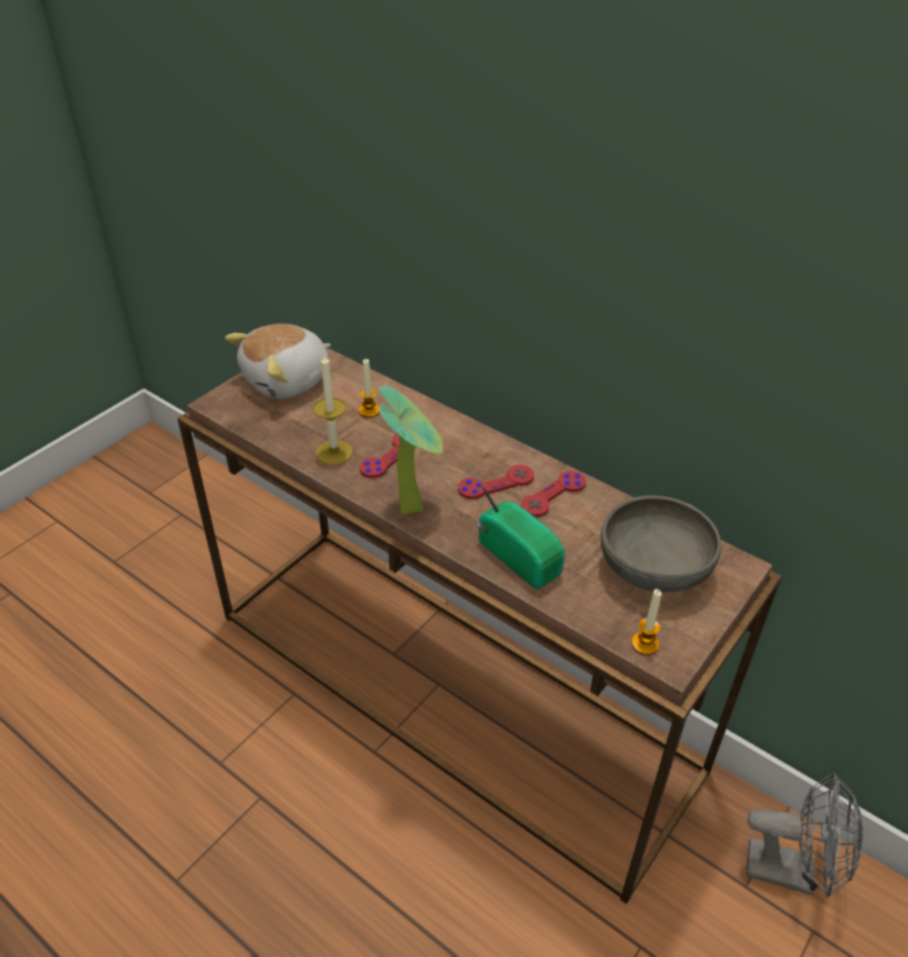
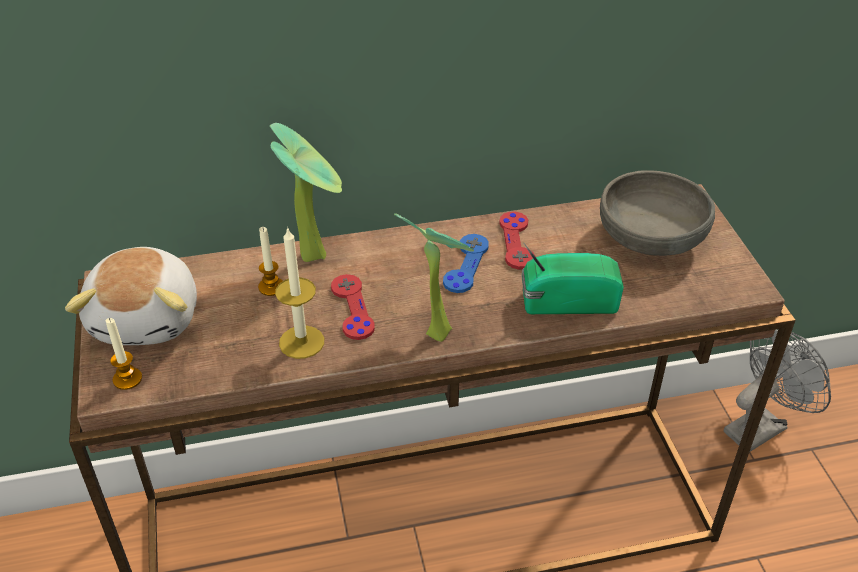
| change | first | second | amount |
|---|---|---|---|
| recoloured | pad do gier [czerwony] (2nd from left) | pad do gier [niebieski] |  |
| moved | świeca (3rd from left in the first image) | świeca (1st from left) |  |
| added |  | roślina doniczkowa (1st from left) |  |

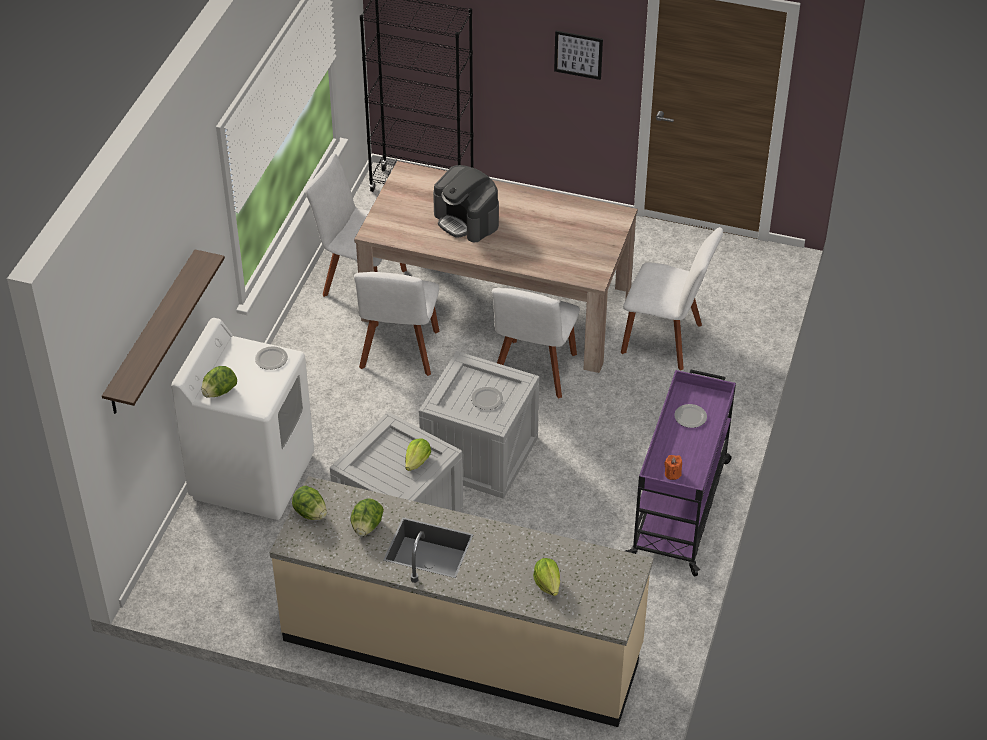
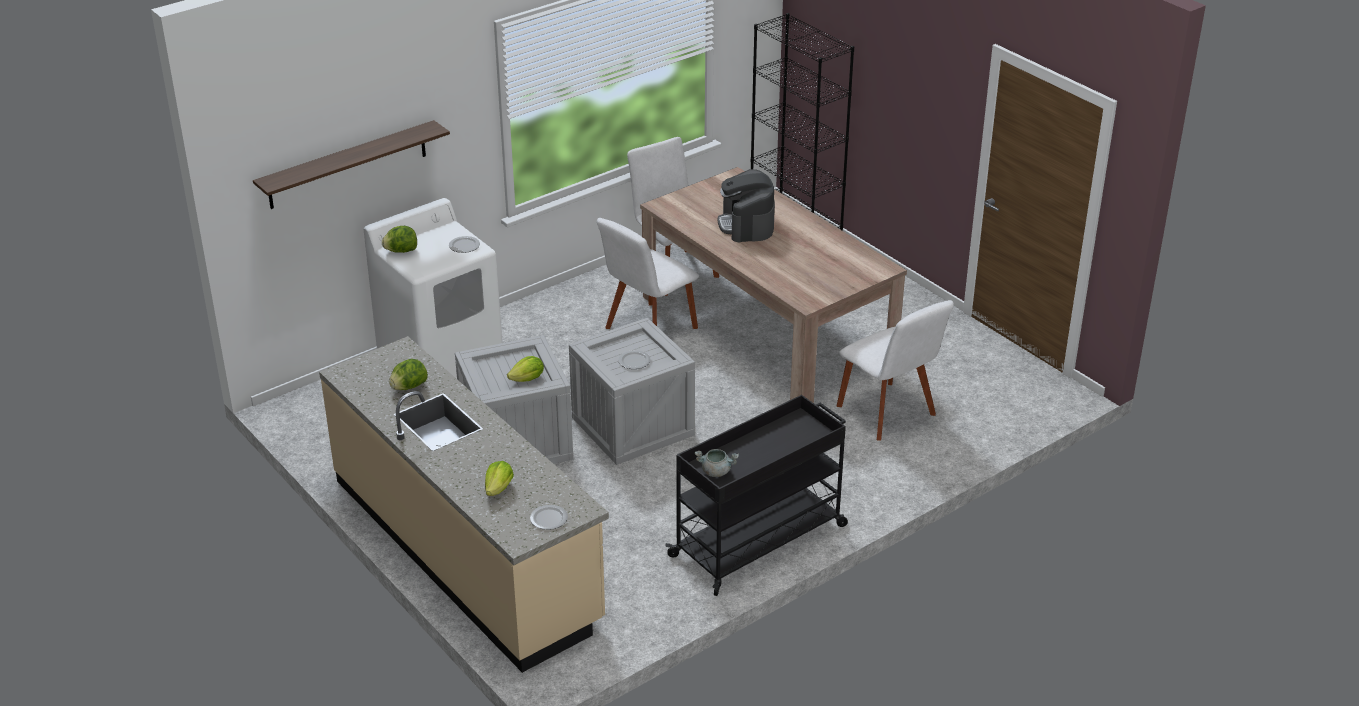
| change | first | second | amount |
|---|---|---|---|
| removed | obraz |  |  |
| removed | krzesło [biały] (3rd from left) |  |  |
| recoloured | wózek [fioletowy] | wózek [czarny] |  |
| moved | talerz (3rd from left in the first image) | talerz (2nd from left) |  |
| replaced | świeca [pomarańczowy] | garnek [szary] |  |
| removed | sałata (2nd from left) |  |  |

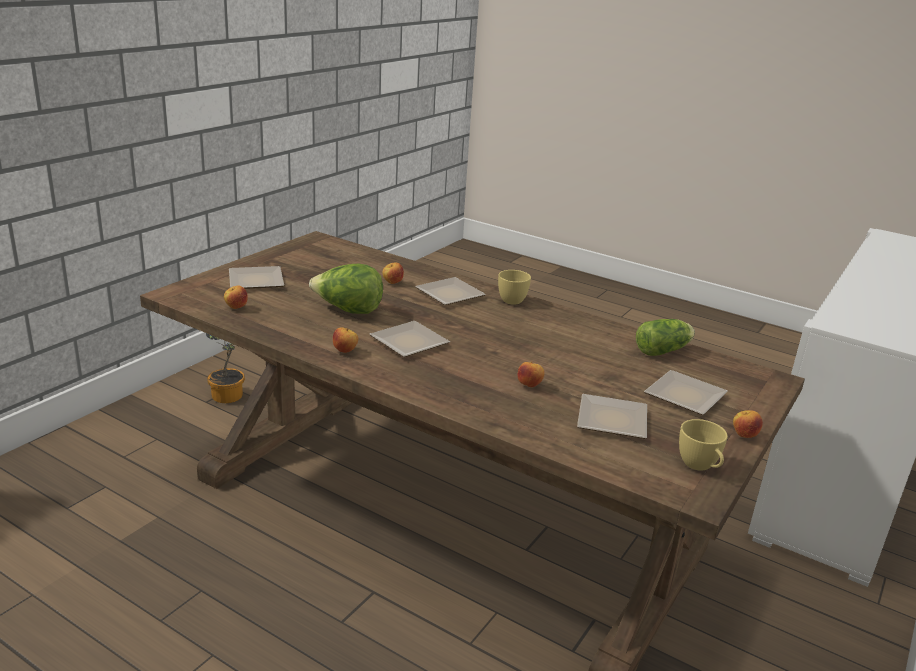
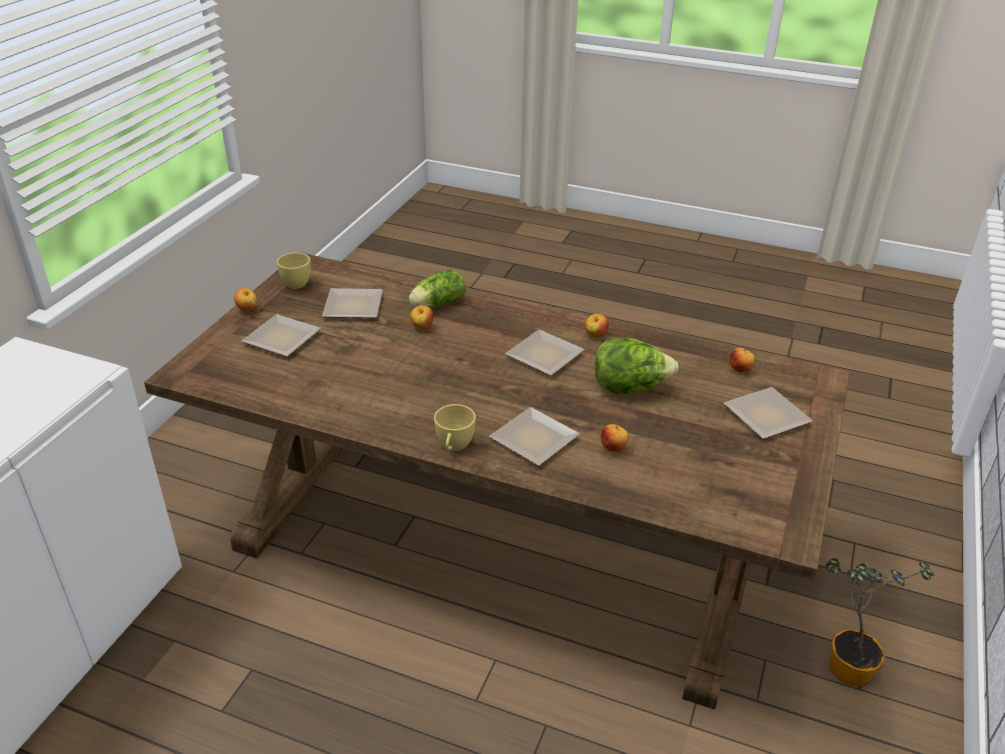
| change | first | second | amount |
|---|---|---|---|
| moved | sałata (2nd from left in the first image) | sałata (1st from left) |  |

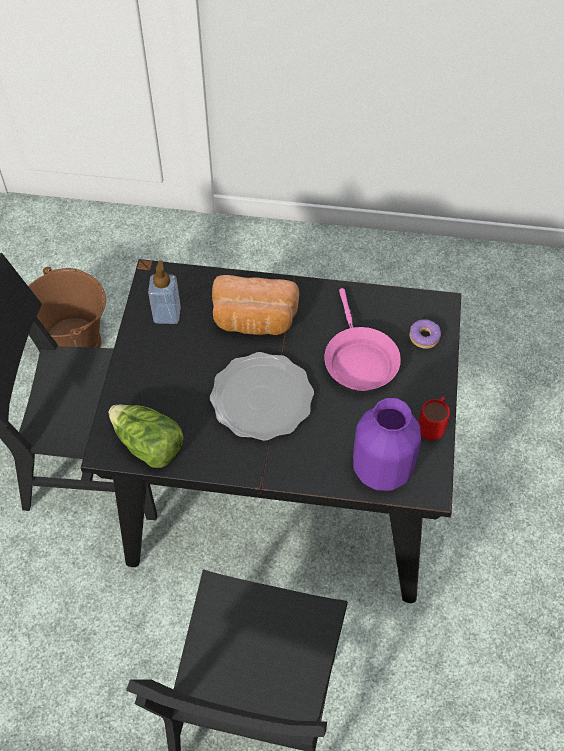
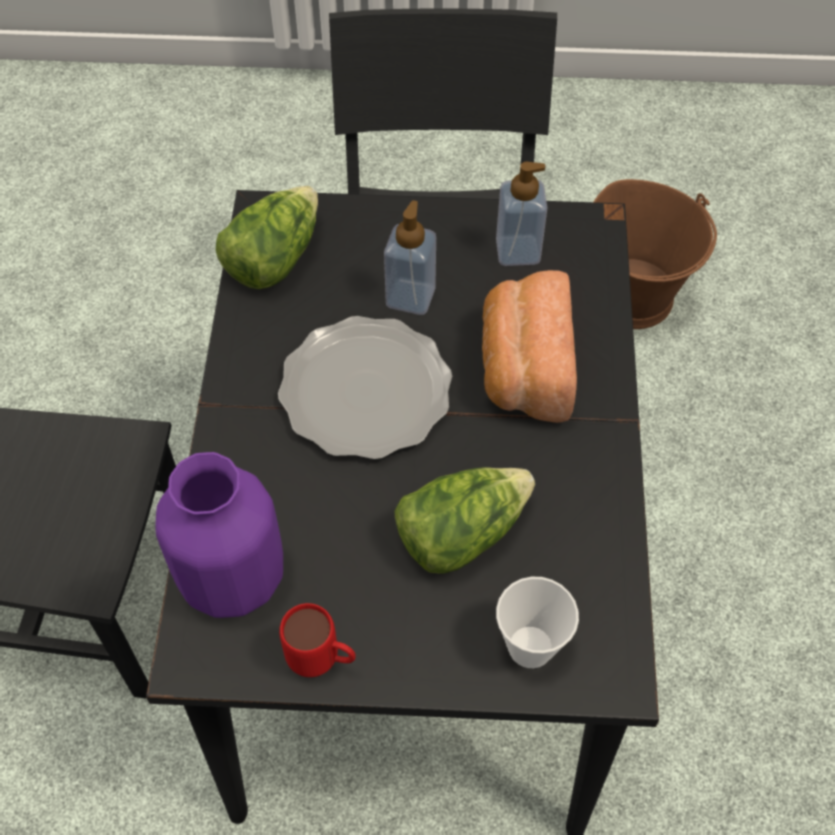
| change | first | second | amount |
|---|---|---|---|
| replaced | patelnia [różowy] | sałata (2nd from left) |  |
| replaced | donut | filiżanka |  |
| added |  | dozownik mydła (1st from left) |  |

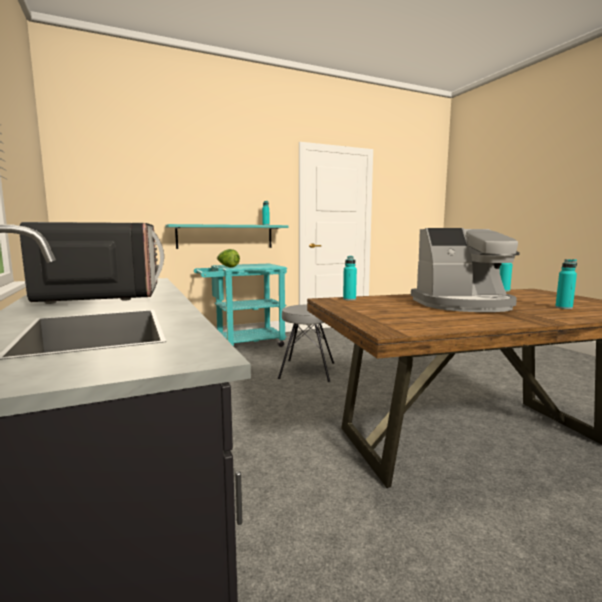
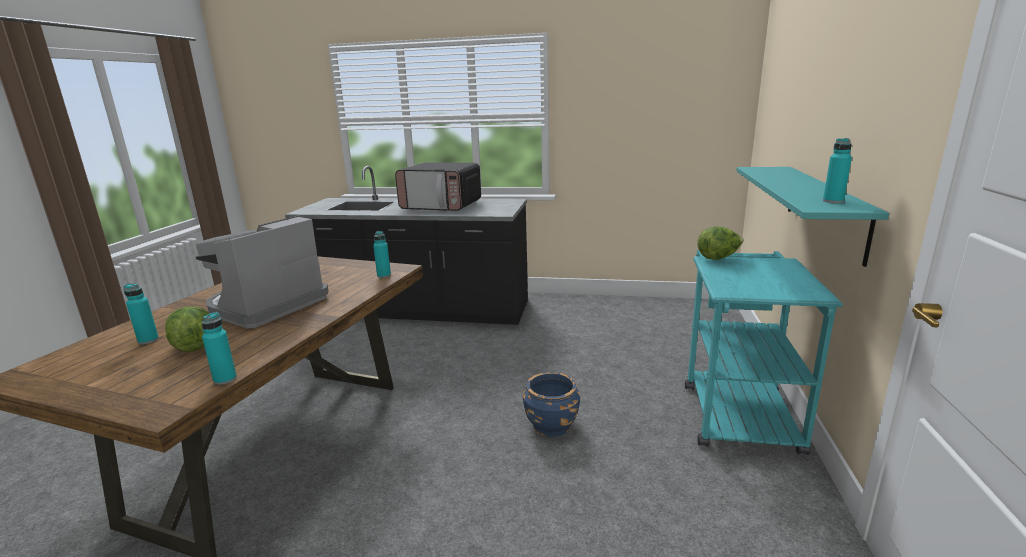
| change | first | second | amount |
|---|---|---|---|
| replaced | stołek [szary] | donica [niebieski] |  |
| added |  | sałata (1st from left) |  |

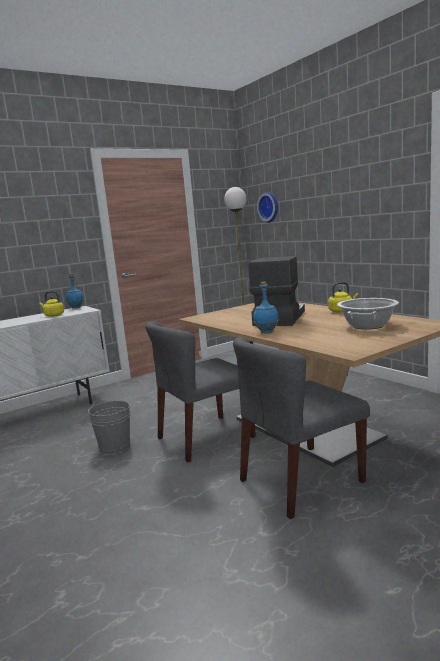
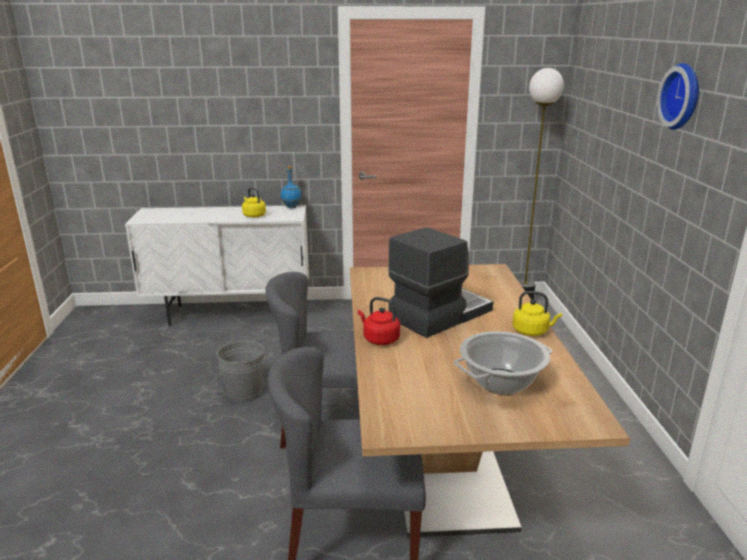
| change | first | second | amount |
|---|---|---|---|
| moved | zegar ścienny |  |  |
| replaced | butelka [niebieski] (2nd from left) | czajnik [czerwony] |  |

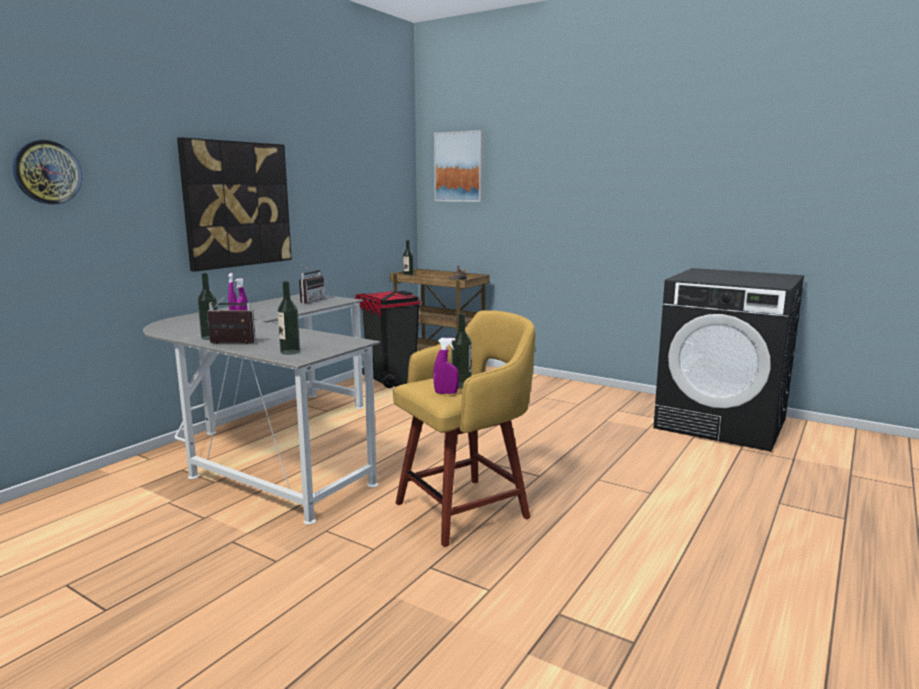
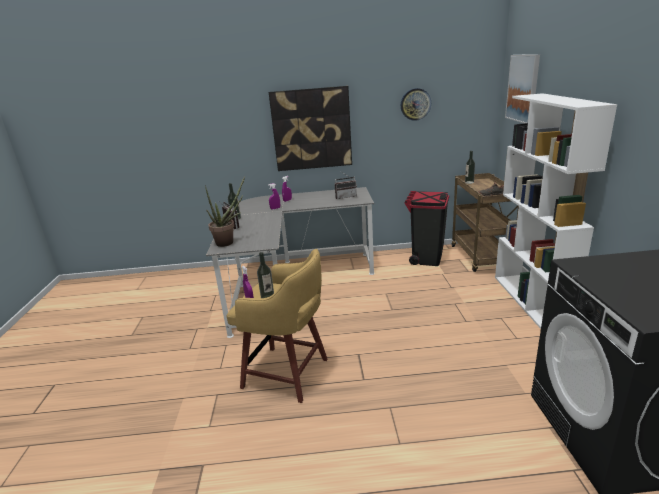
| change | first | second | amount |
|---|---|---|---|
| moved | zegar ścienny |  |  |
| replaced | butelka (2nd from left) | roślina doniczkowa |  |
| added |  | regał [biały] |  |

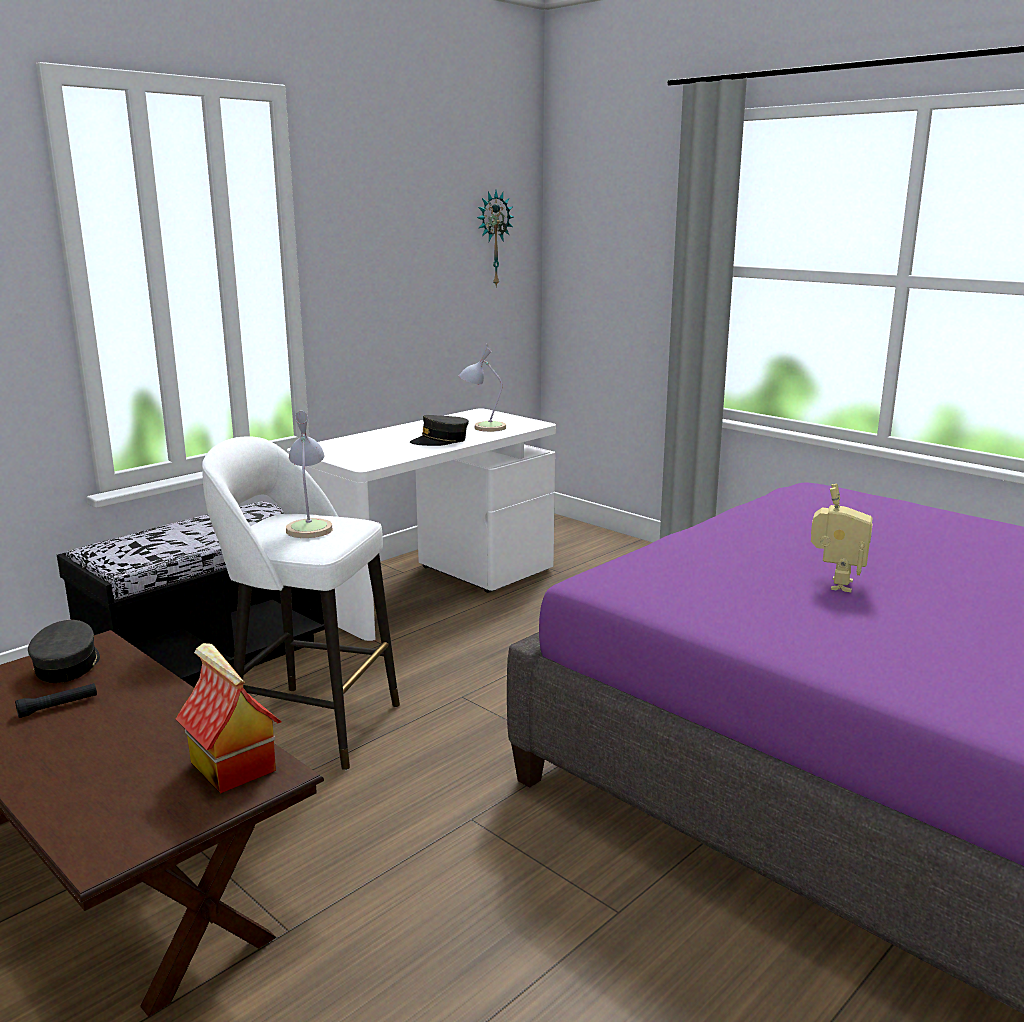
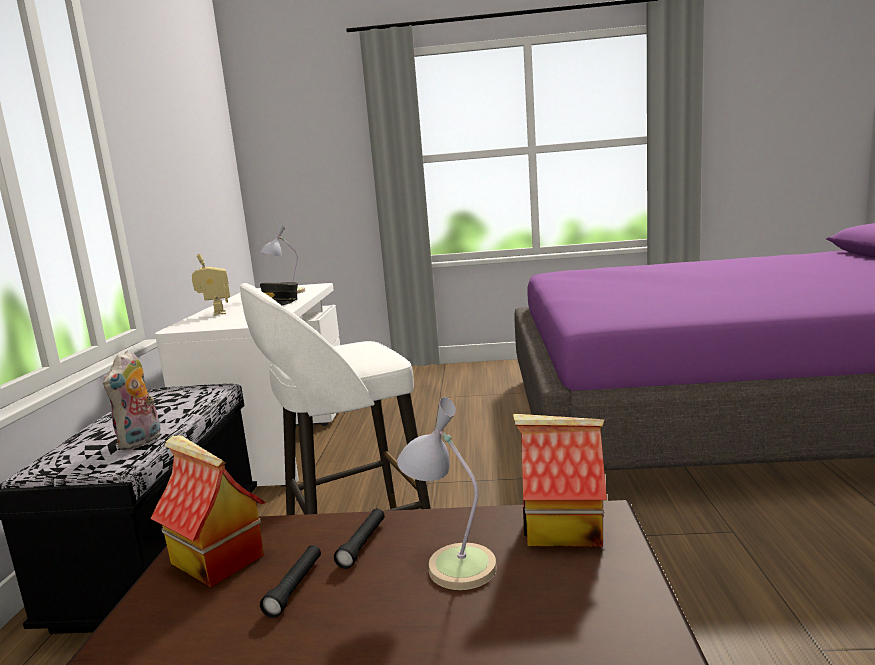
| change | first | second | amount |
|---|---|---|---|
| removed | zegar ścienny |  |  |
| moved | lampa stołowa (1st from left in the first image) | lampa stołowa (2nd from left) |  |
| moved | robot zabawkowy |  |  |
| replaced | czapka z daszkiem [szary] (1st from left) | domek (1st from left) |  |
| added |  | pluszak |  |
| added |  | latarka [czarny] (2nd from left) |  |

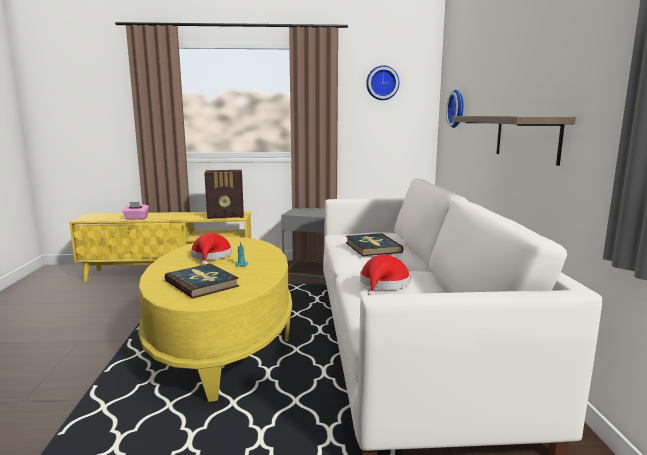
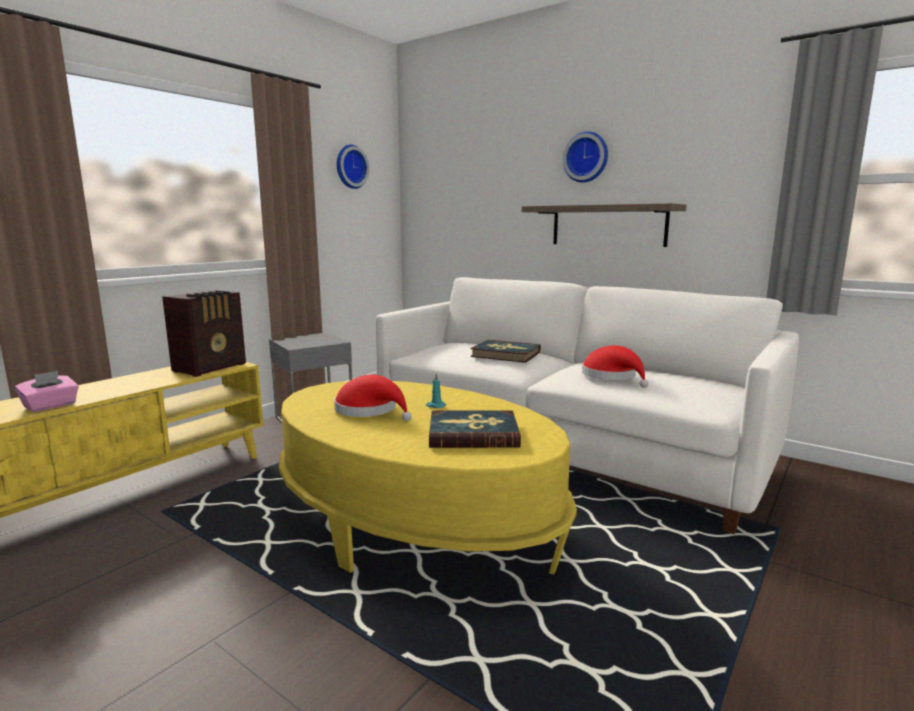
| change | first | second | amount |
|---|---|---|---|
| moved | zegar ścienny (2nd from left) |  |  |

